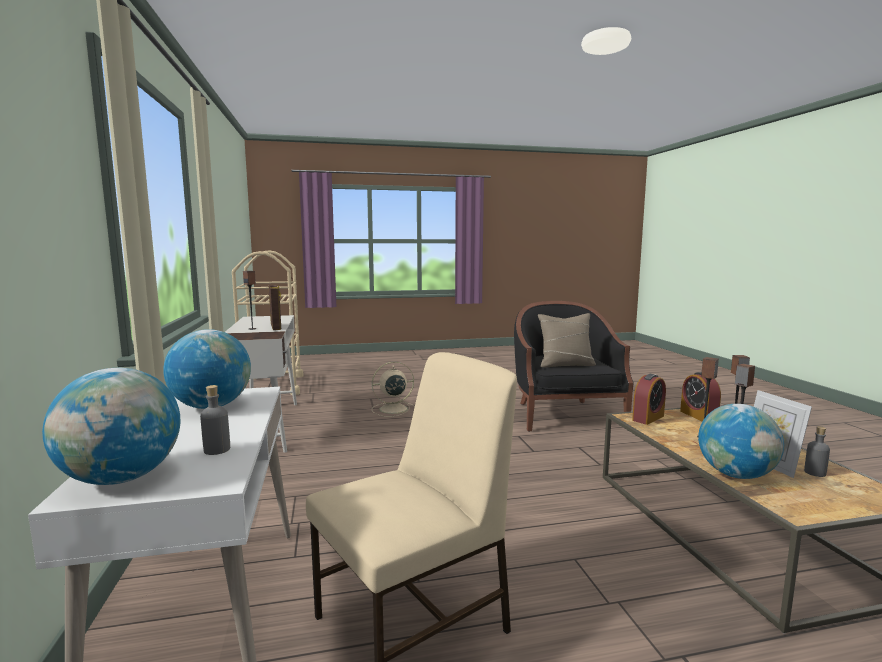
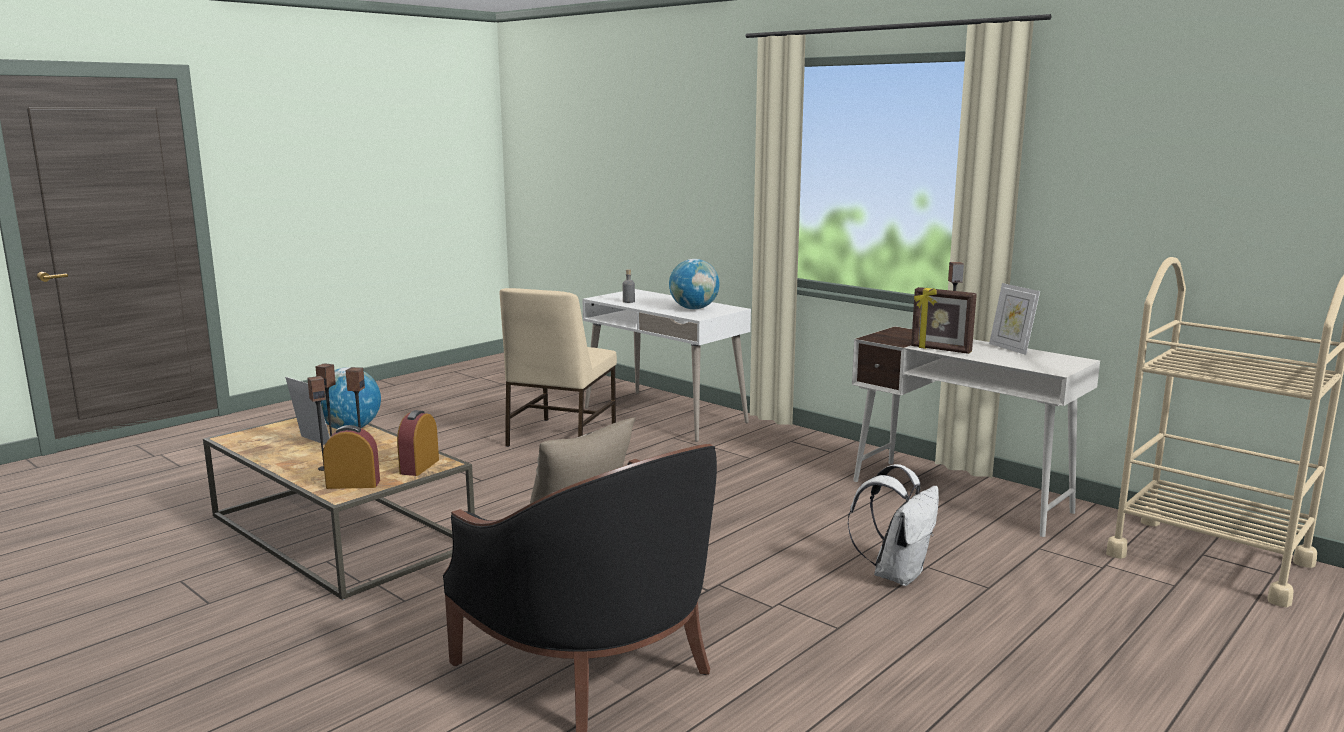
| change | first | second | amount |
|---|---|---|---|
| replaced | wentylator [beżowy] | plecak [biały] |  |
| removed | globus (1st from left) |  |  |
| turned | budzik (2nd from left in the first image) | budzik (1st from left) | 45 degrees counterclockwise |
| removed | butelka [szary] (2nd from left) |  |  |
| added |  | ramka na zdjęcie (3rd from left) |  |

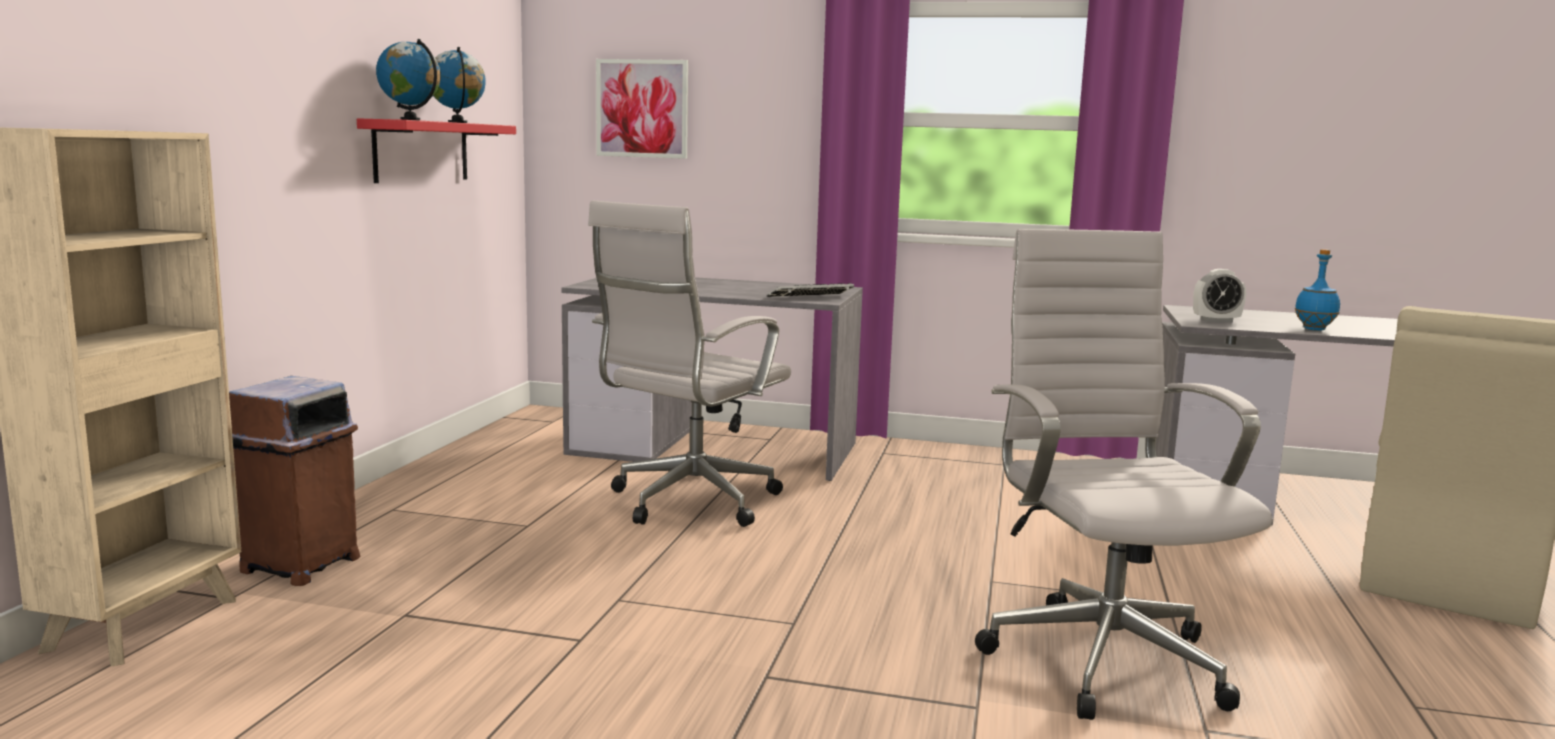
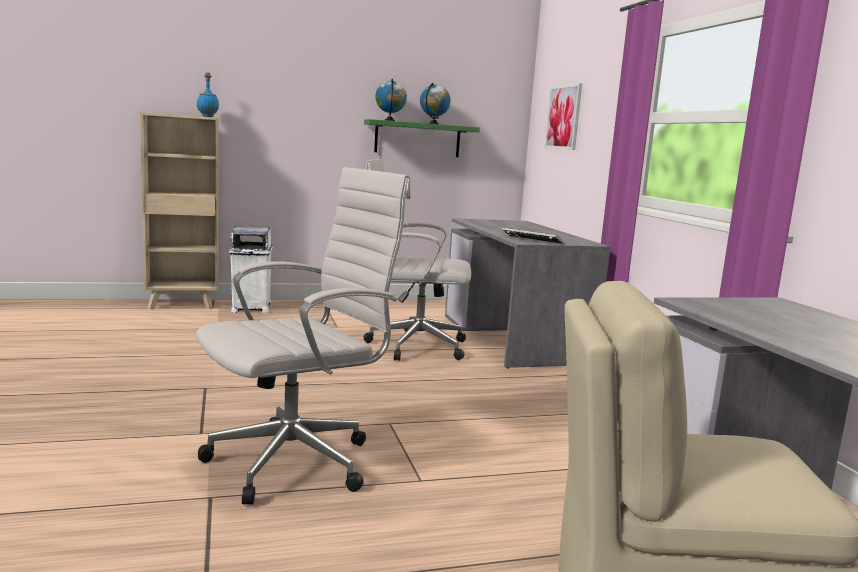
| change | first | second | amount |
|---|---|---|---|
| recoloured | półka [czerwony] | półka [zielony] |  |
| moved | butelka [niebieski] |  |  |
| removed | budzik |  |  |
| recoloured | kosz na śmieci [brązowy] | kosz na śmieci [biały] |  |

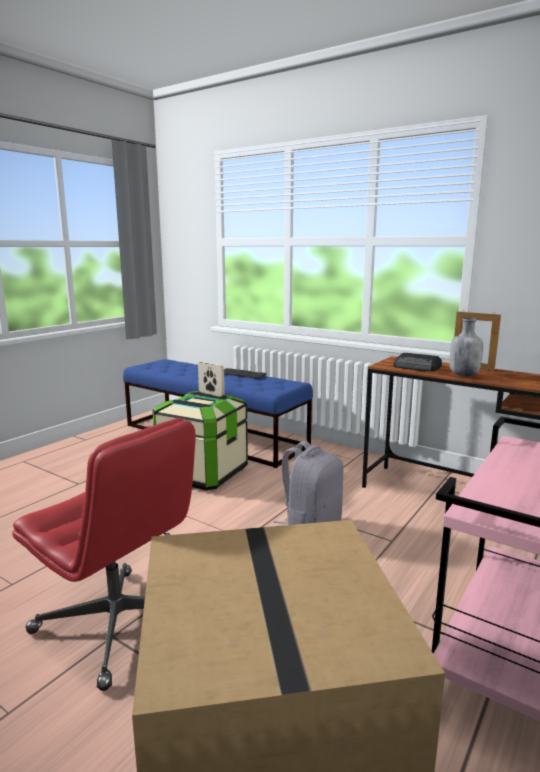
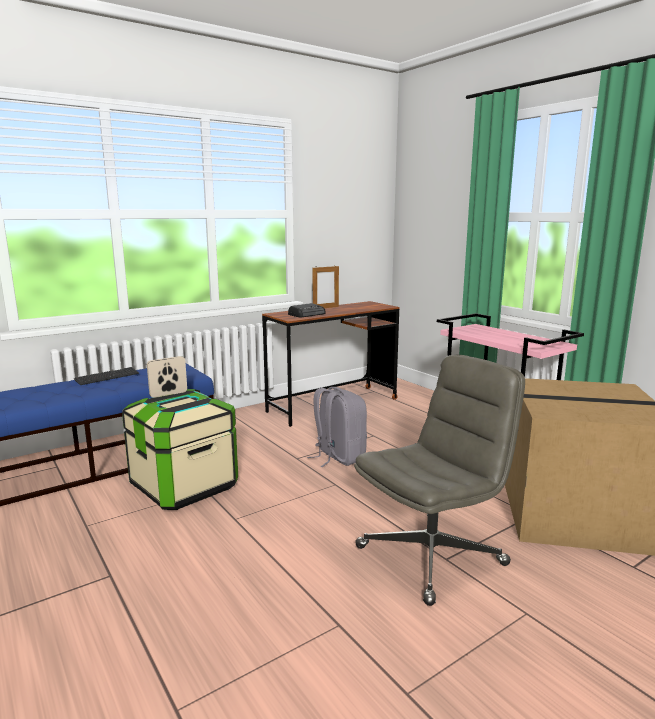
| change | first | second | amount |
|---|---|---|---|
| removed | butelka [szary] |  |  |
| recoloured | krzesło biurowe [czerwony] | krzesło biurowe [szary] |  |

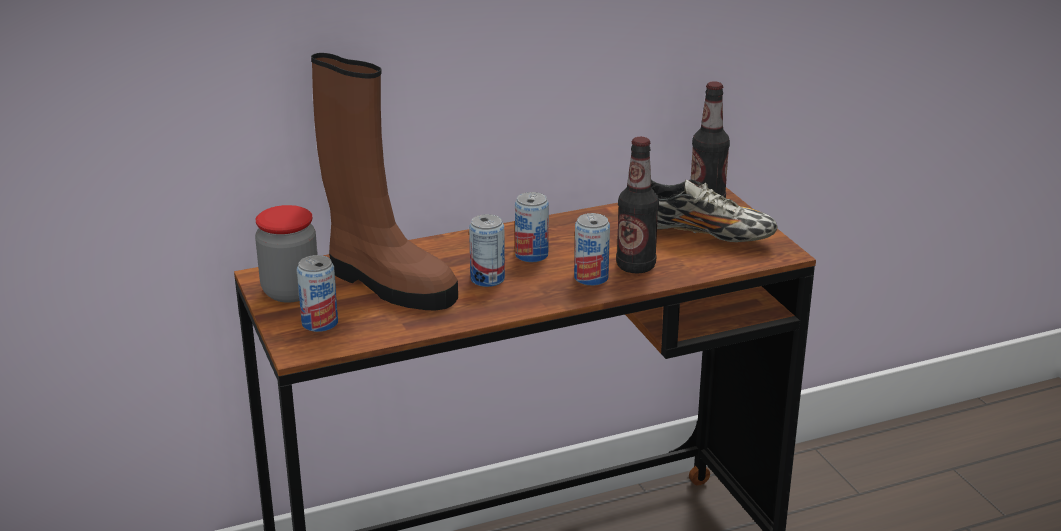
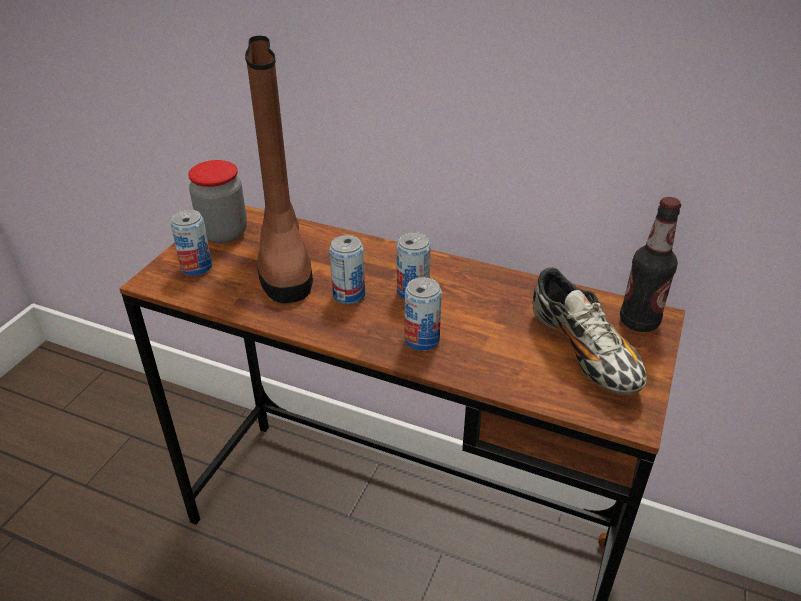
| change | first | second | amount |
|---|---|---|---|
| removed | butelka (1st from left) |  |  |

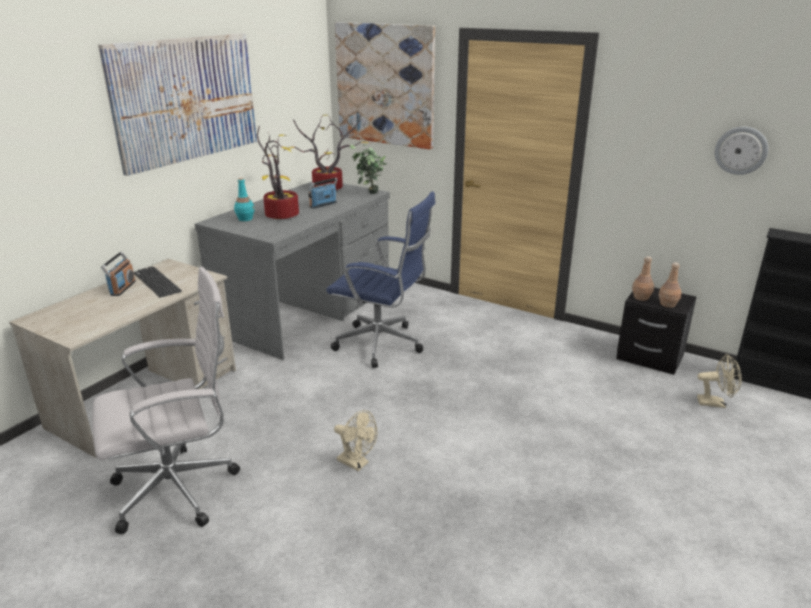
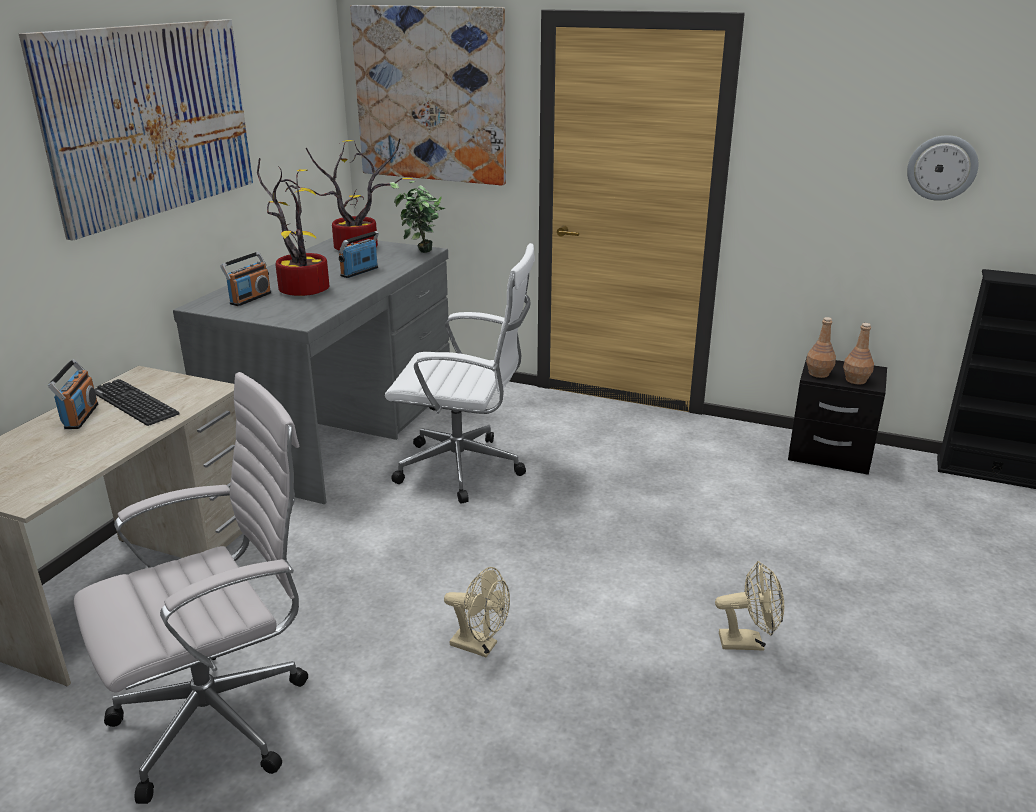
| change | first | second | amount |
|---|---|---|---|
| replaced | butelka [turkusowy] | radio (2nd from left) |  |
| recoloured | krzesło biurowe [niebieski] | krzesło biurowe [biały] (2nd from left) |  |
| moved | wentylator [beżowy] (2nd from left) |  |  |

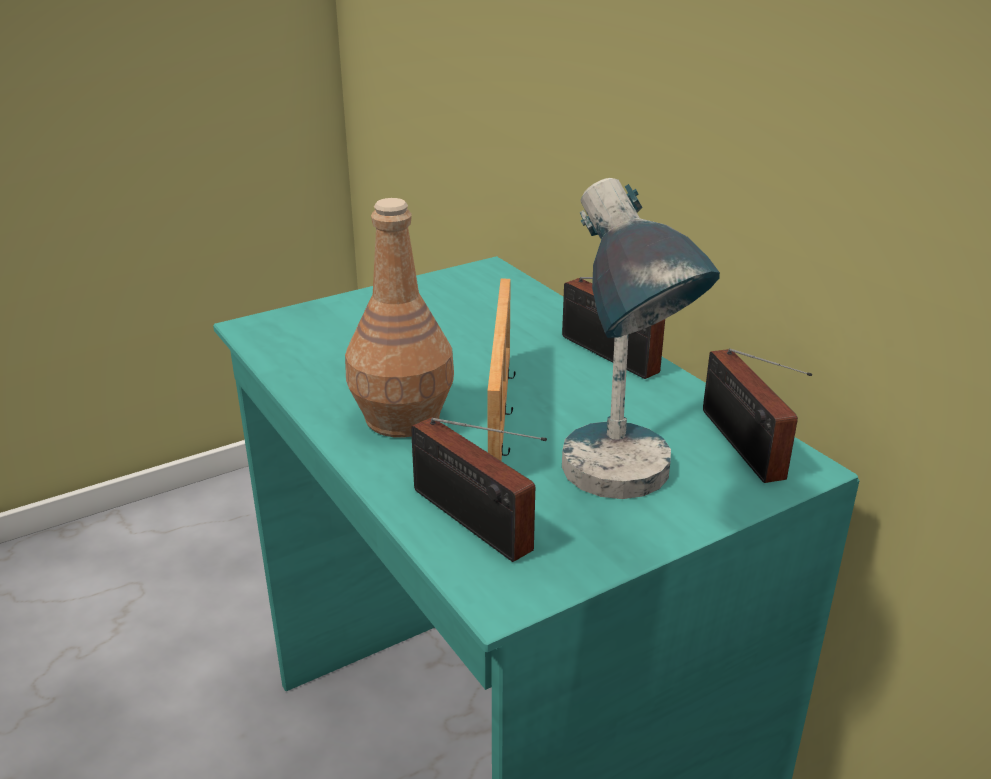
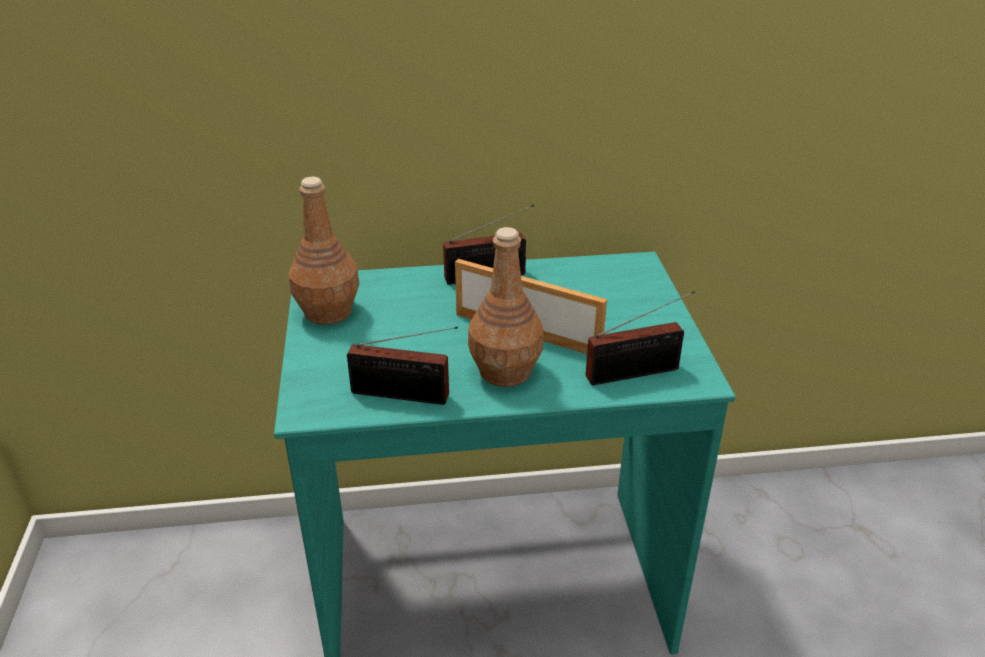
| change | first | second | amount |
|---|---|---|---|
| removed | lampa stołowa |  |  |
| moved | radio (3rd from left in the first image) | radio (1st from left) |  |
| added |  | butelka [brązowy] (1st from left) |  |

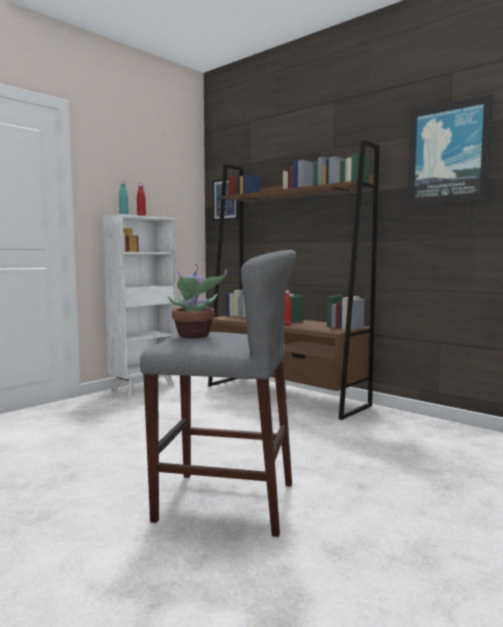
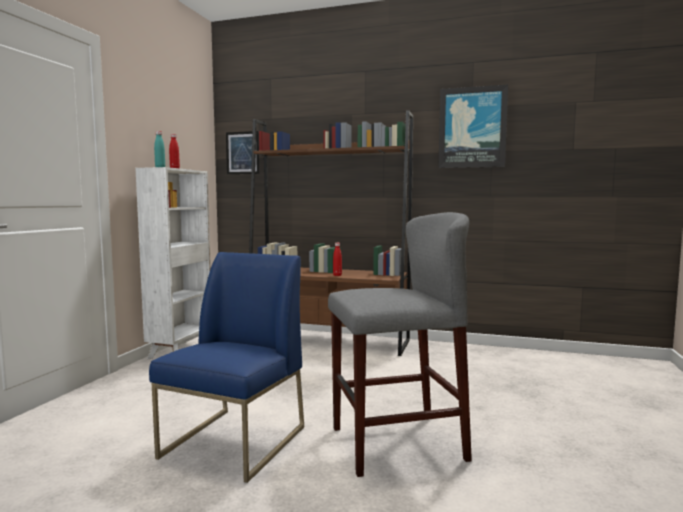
| change | first | second | amount |
|---|---|---|---|
| removed | roślina doniczkowa |  |  |
| added |  | krzesło [niebieski] |  |

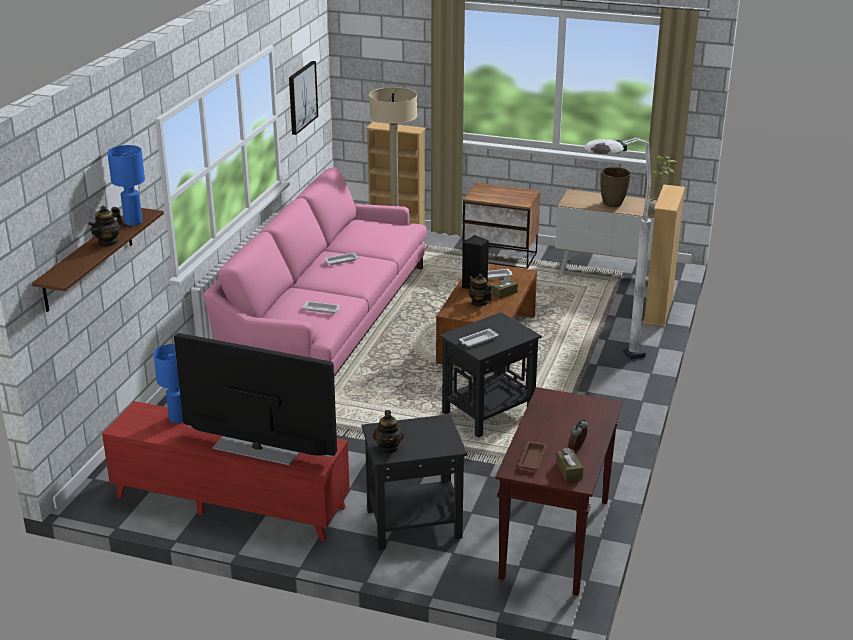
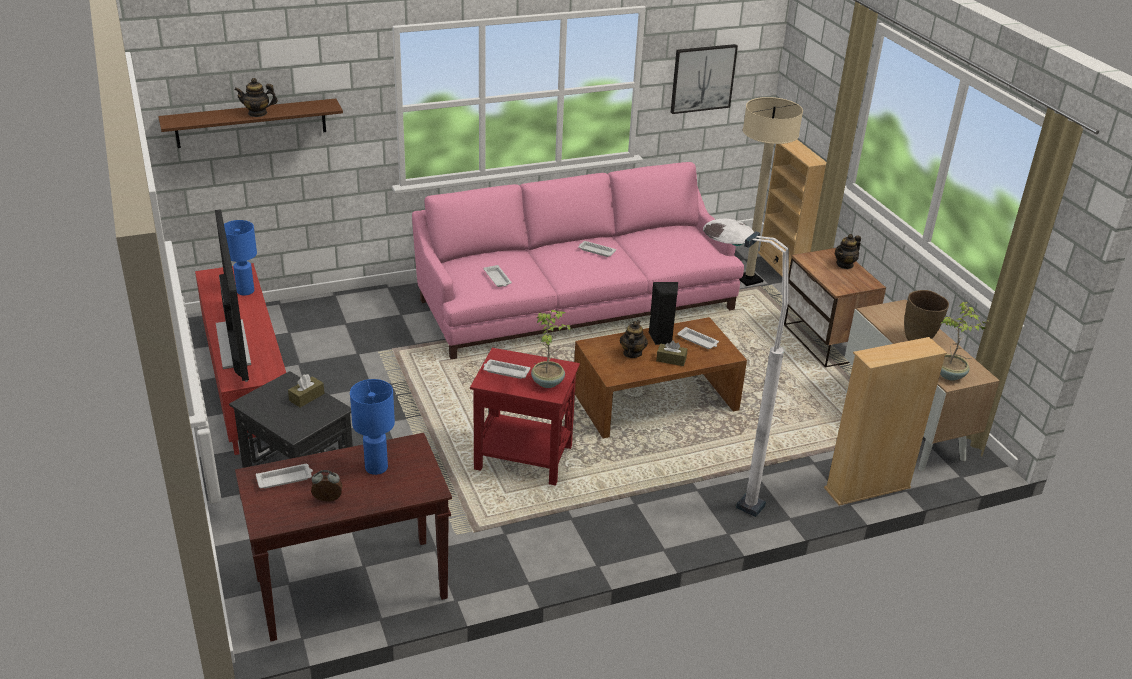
| change | first | second | amount |
|---|---|---|---|
| moved | lampa stołowa [niebieski] (1st from left in the first image) | lampa stołowa [niebieski] (2nd from left) |  |
| recoloured | stolik [czarny] (2nd from left) | stolik [czerwony] |  |
| moved | imbryk (2nd from left in the first image) | imbryk (3rd from left) |  |
| recoloured | taca [brązowy] | taca [biały] (1st from left) |  |
| moved | pudełko chusteczek [brązowy] (2nd from left in the first image) | pudełko chusteczek [brązowy] (1st from left) |  |
| added |  | roślina doniczkowa (1st from left) |  |

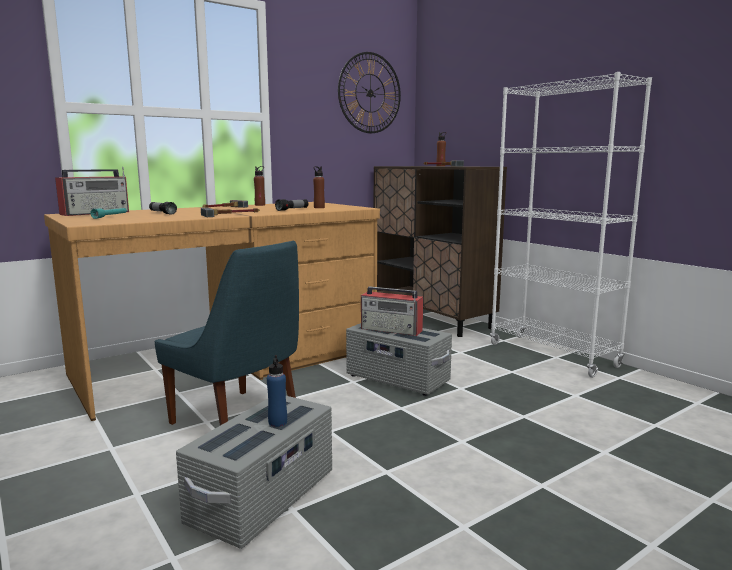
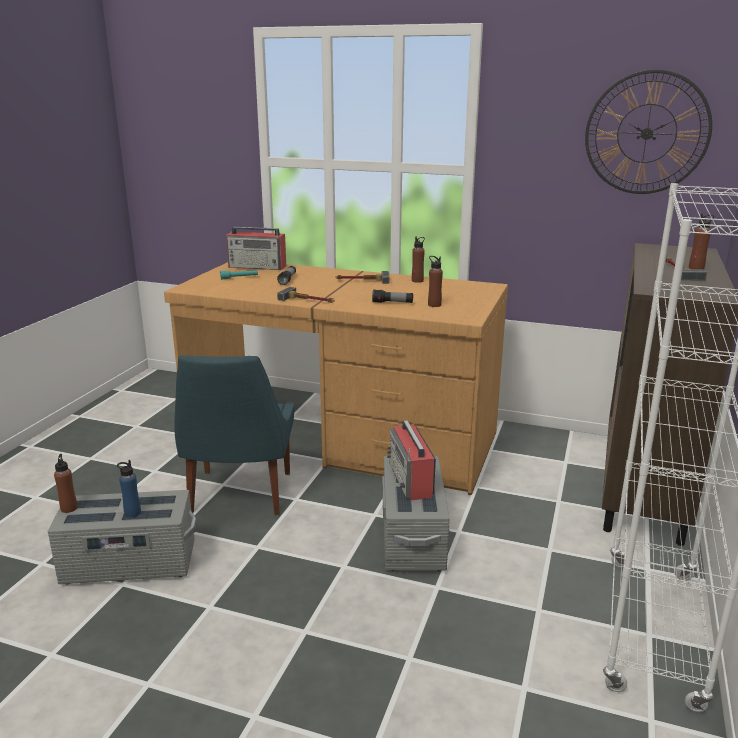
| change | first | second | amount |
|---|---|---|---|
| added |  | butelka [brązowy] (1st from left) |  |

